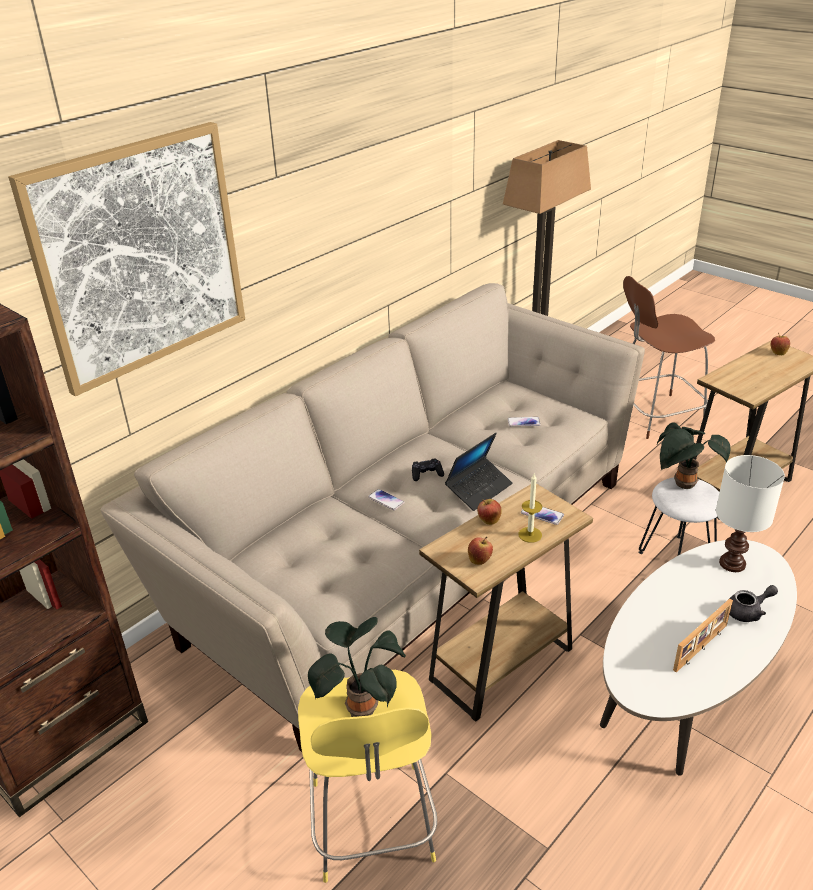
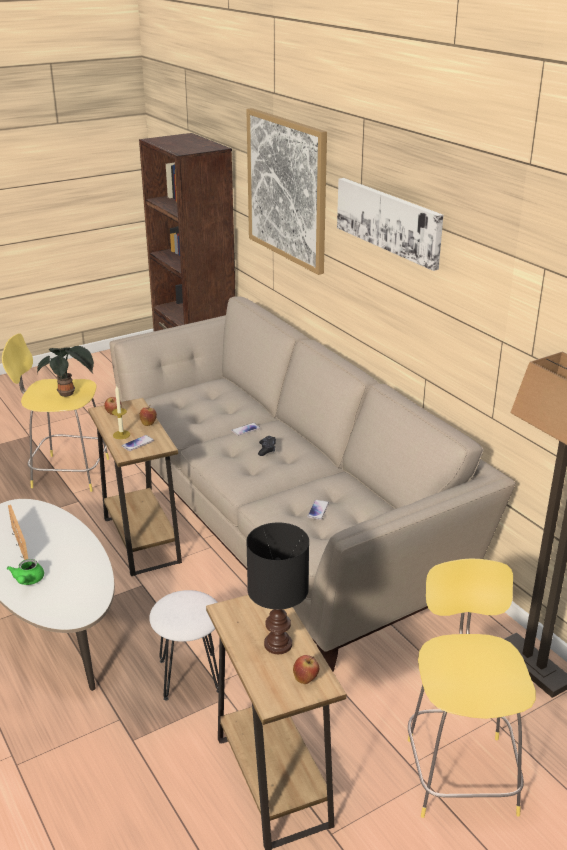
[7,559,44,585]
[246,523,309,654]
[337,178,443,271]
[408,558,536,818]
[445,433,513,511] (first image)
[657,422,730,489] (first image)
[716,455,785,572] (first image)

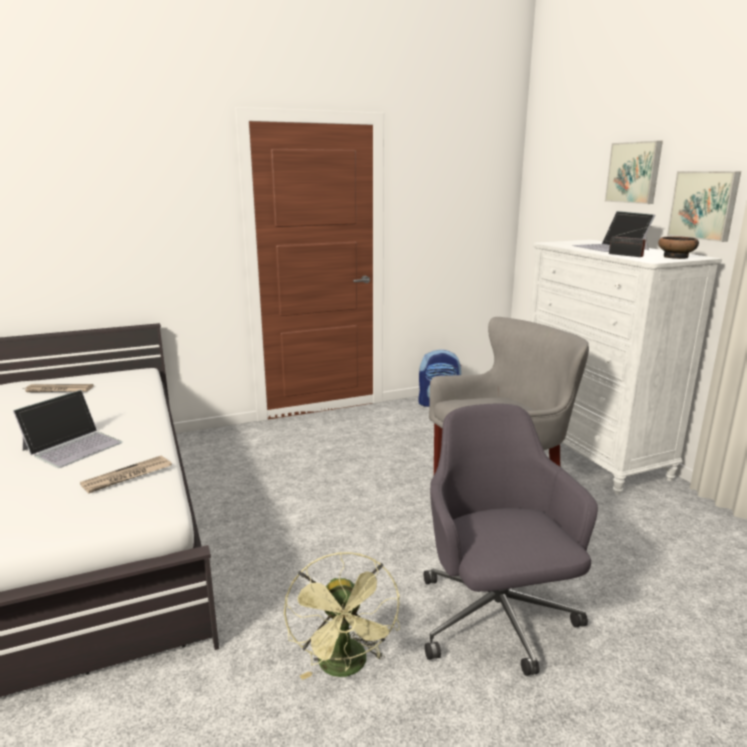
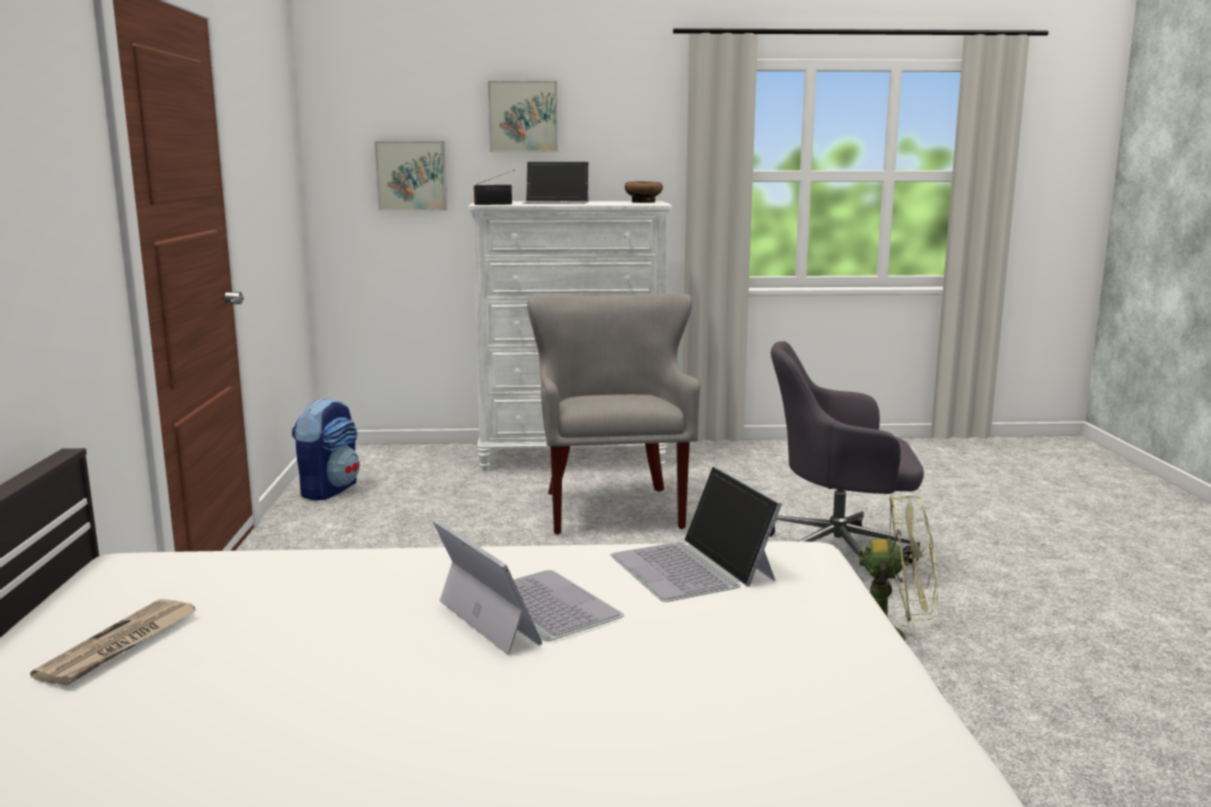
[375,141,447,211]
[474,170,515,205]
[610,466,782,602]

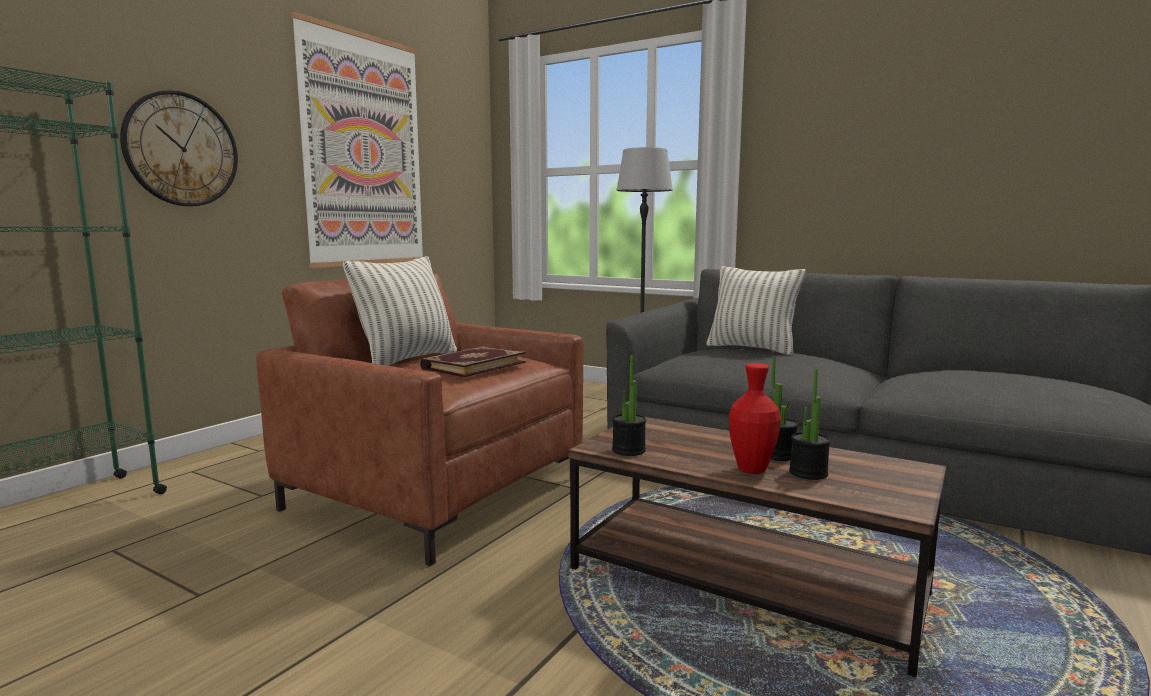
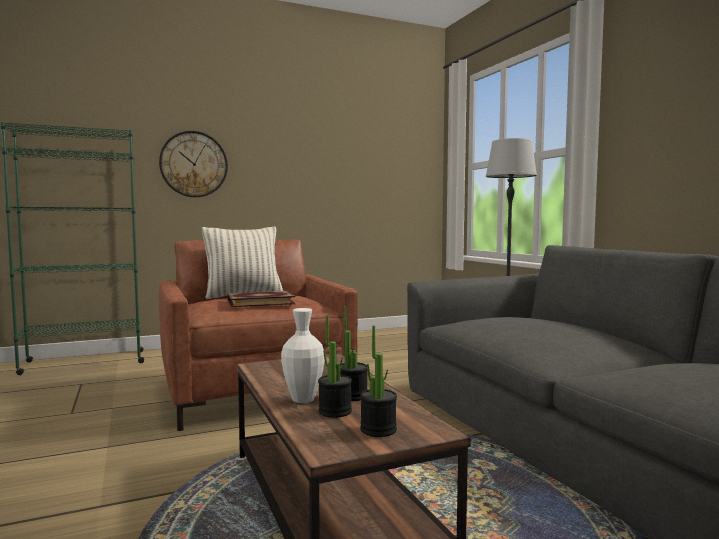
[281,308,324,403]
[360,326,397,437]
[291,12,423,268] (first image)
[706,266,805,355] (first image)

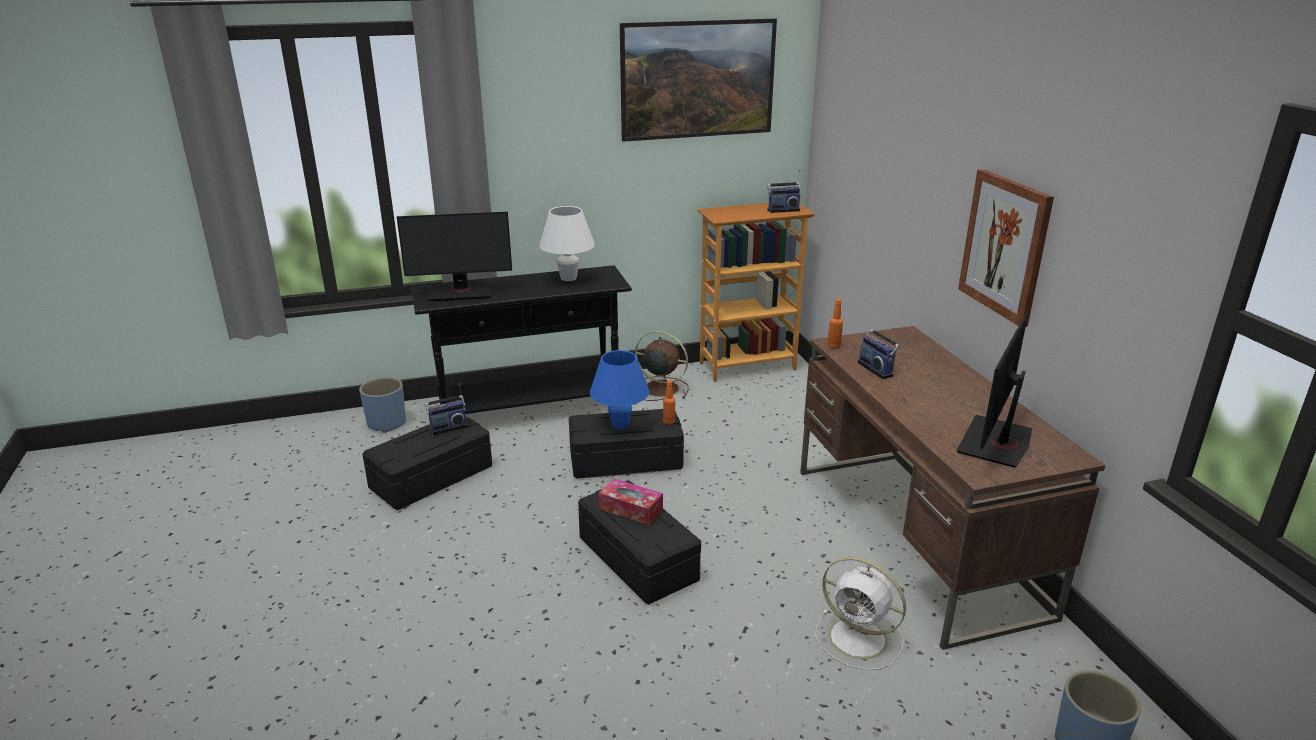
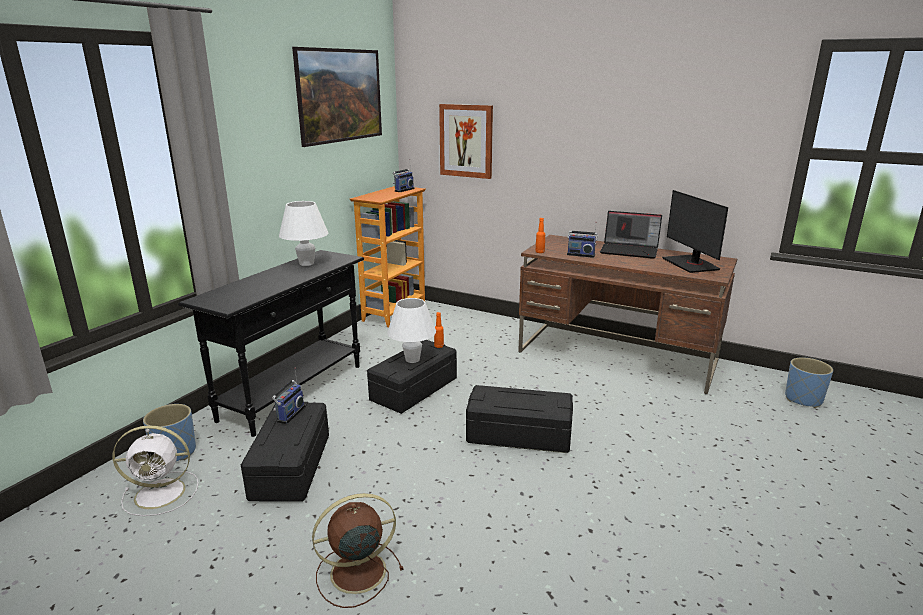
[112,425,198,516]
[312,493,404,608]
[387,298,436,363]
[439,104,493,179]
[600,211,662,259]
[397,212,512,301] (first image)
[599,478,663,525] (first image)

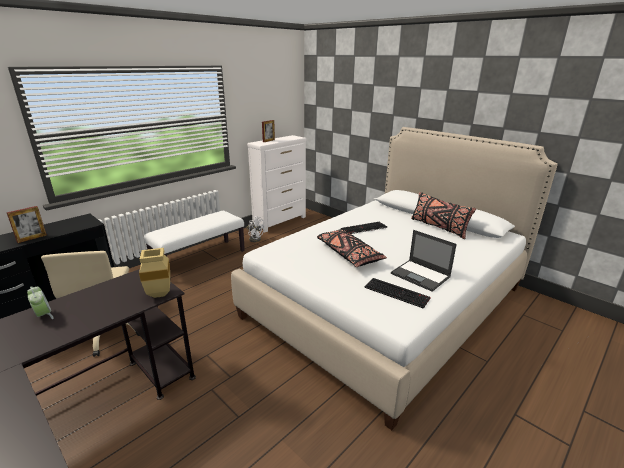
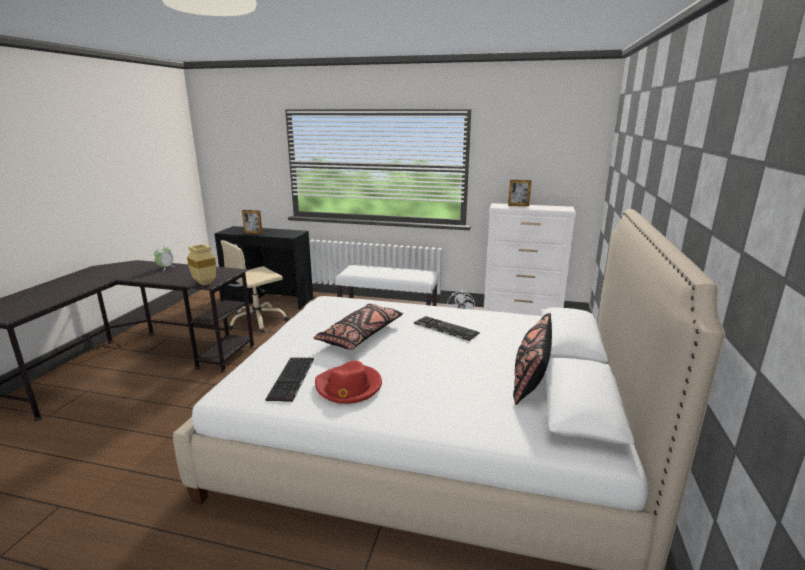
[315,360,382,404]

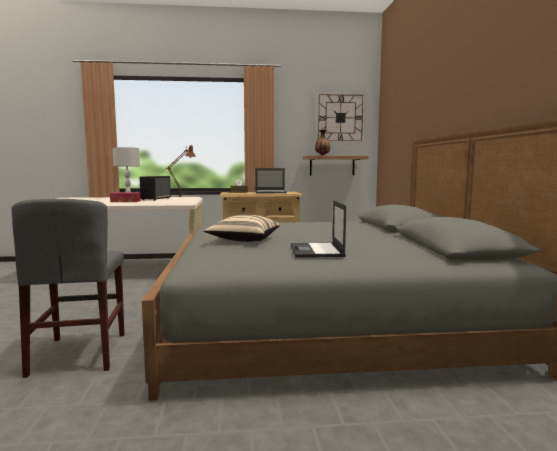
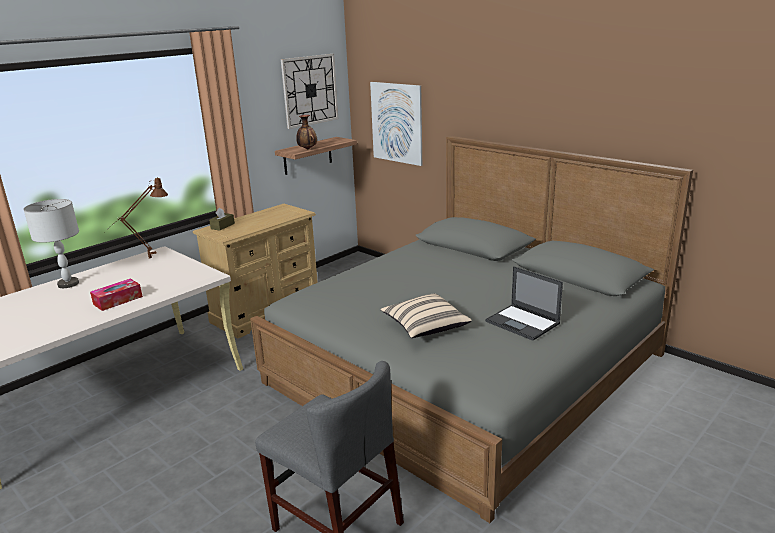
[370,82,422,166]
[140,176,171,201] (first image)
[255,168,287,193] (first image)

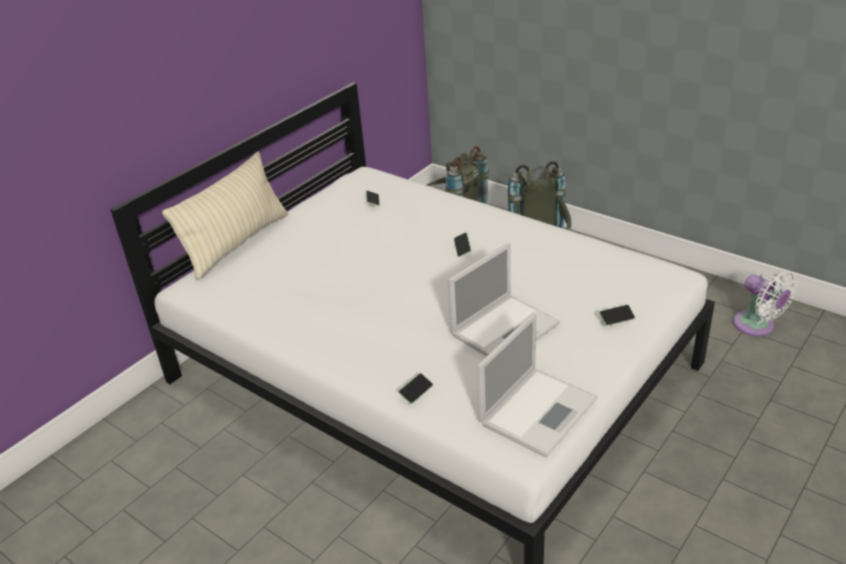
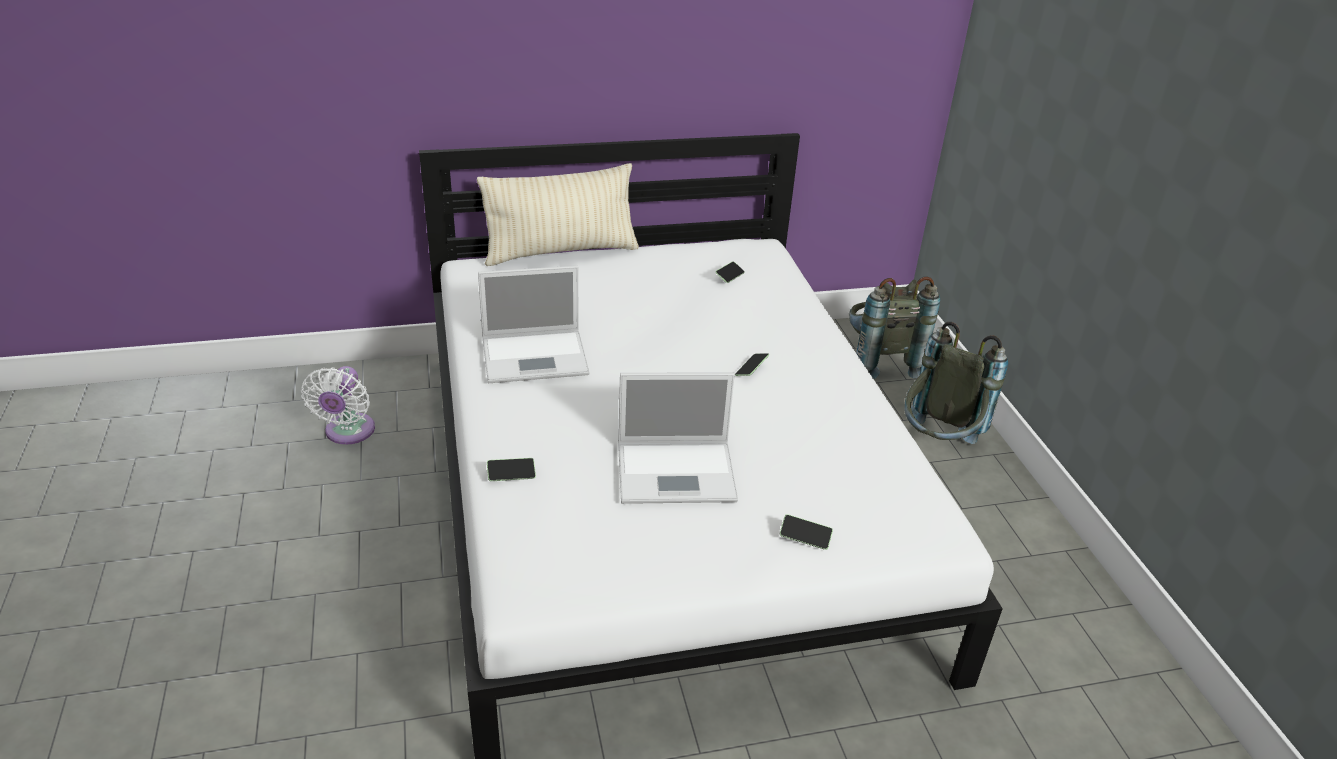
[301,366,375,445]
[478,266,589,383]

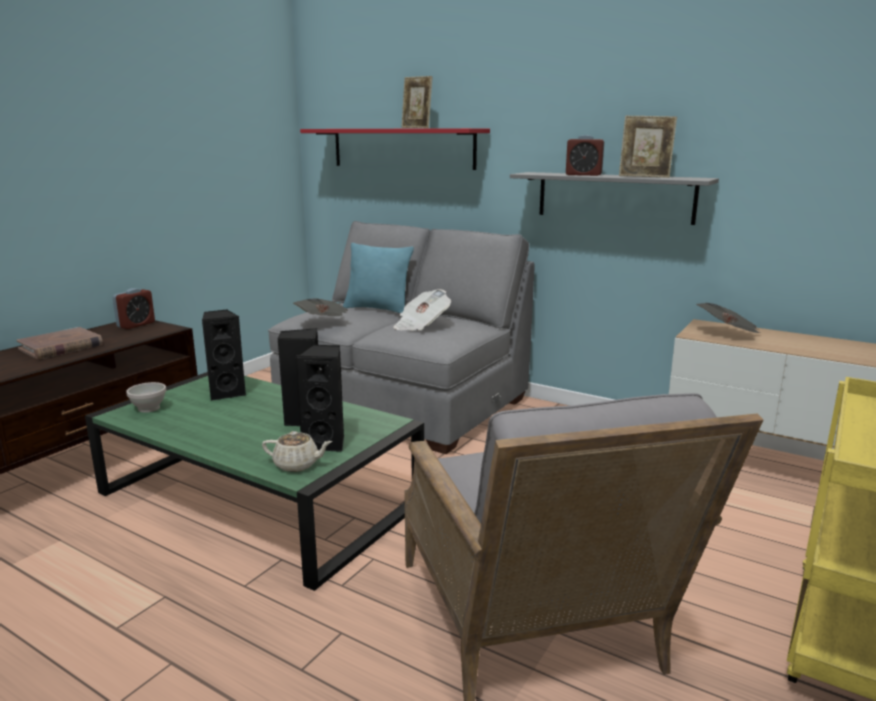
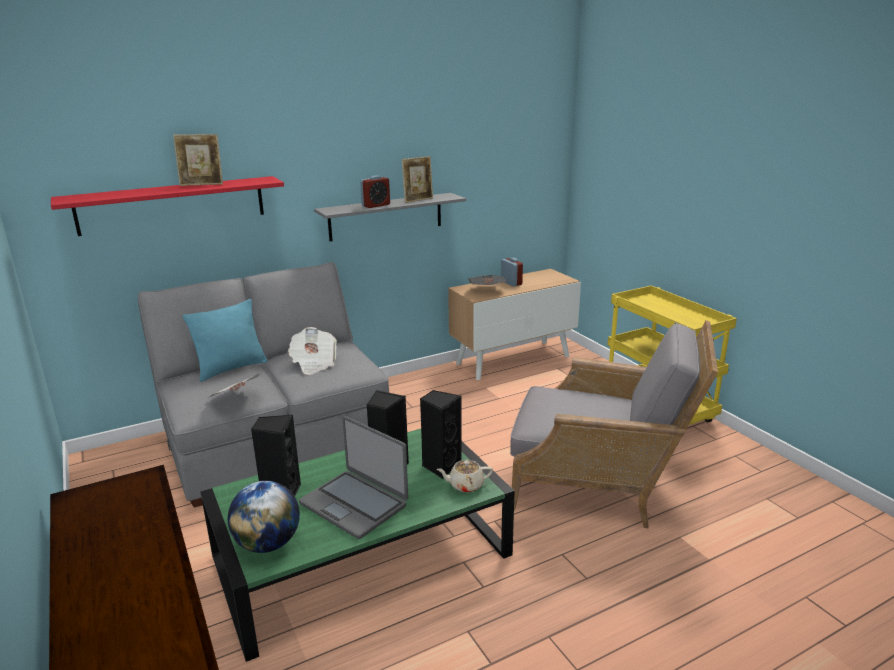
[228,481,300,553]
[299,416,408,539]
[436,460,493,492]
[501,257,523,287]
[17,327,103,359] (first image)

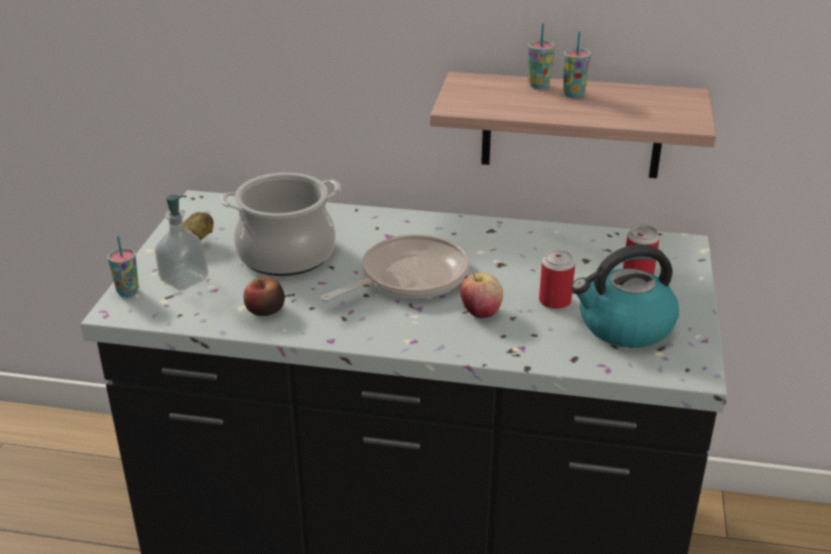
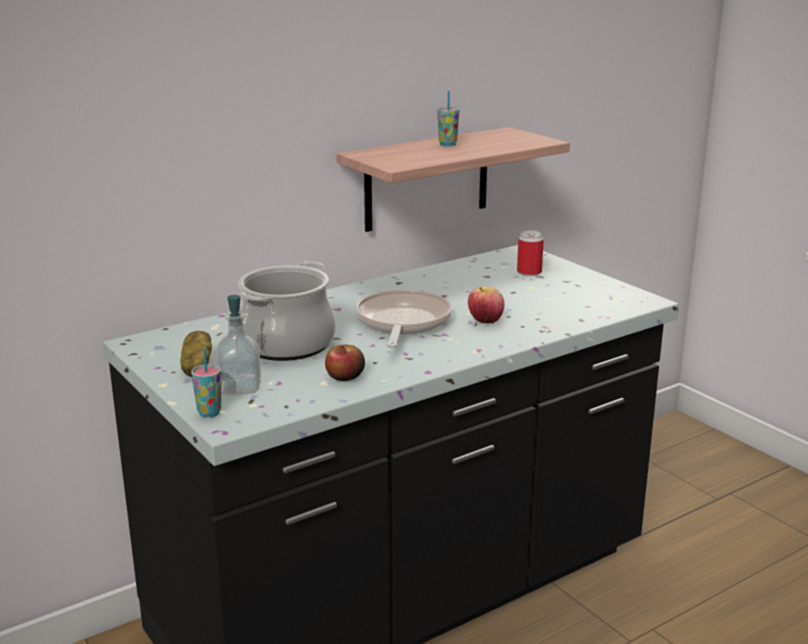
[528,23,555,89] (first image)
[539,250,575,309] (first image)
[571,244,679,348] (first image)

